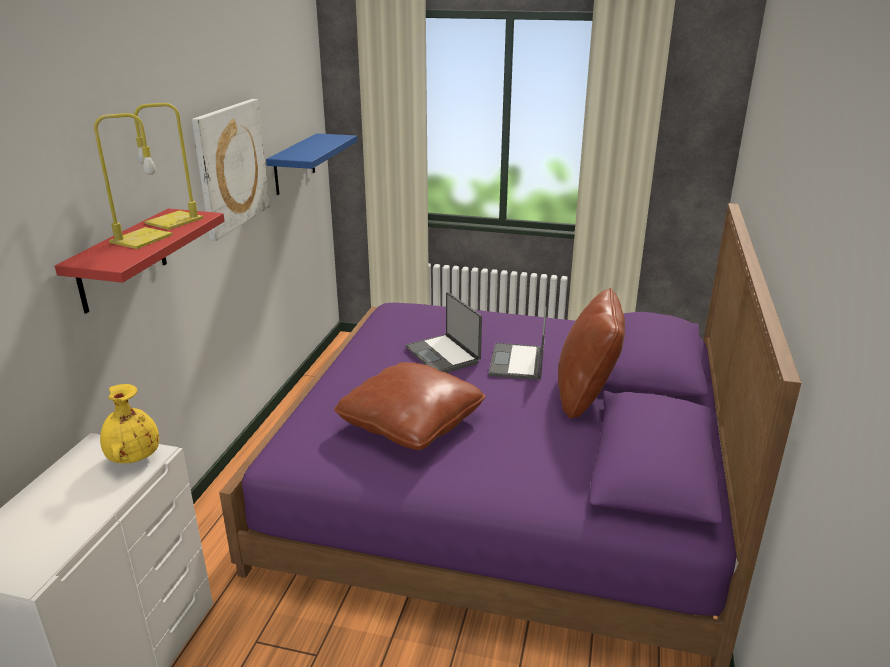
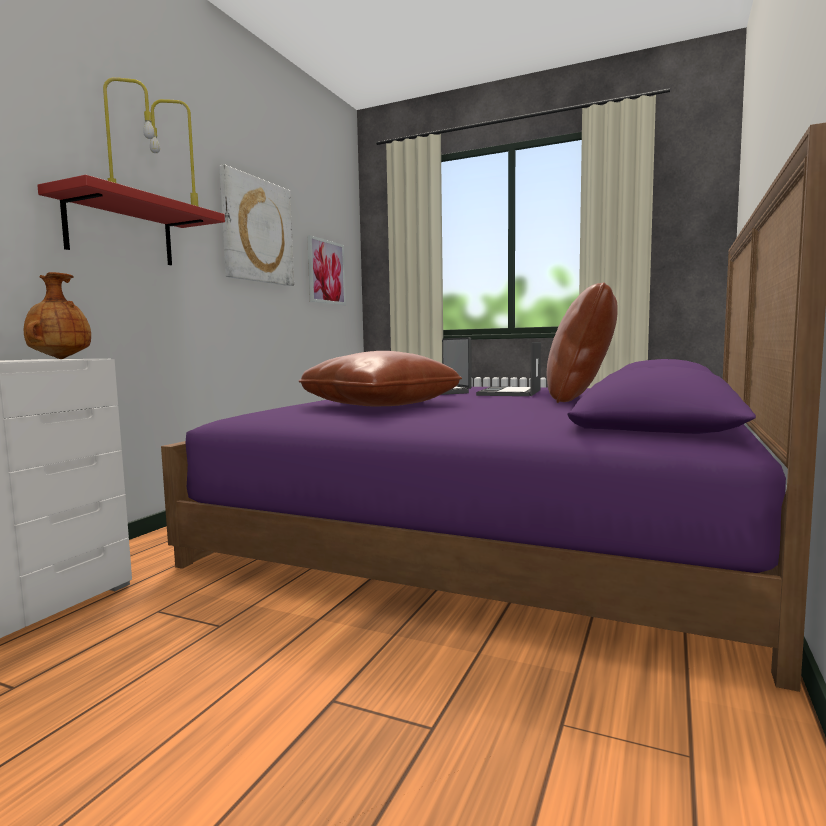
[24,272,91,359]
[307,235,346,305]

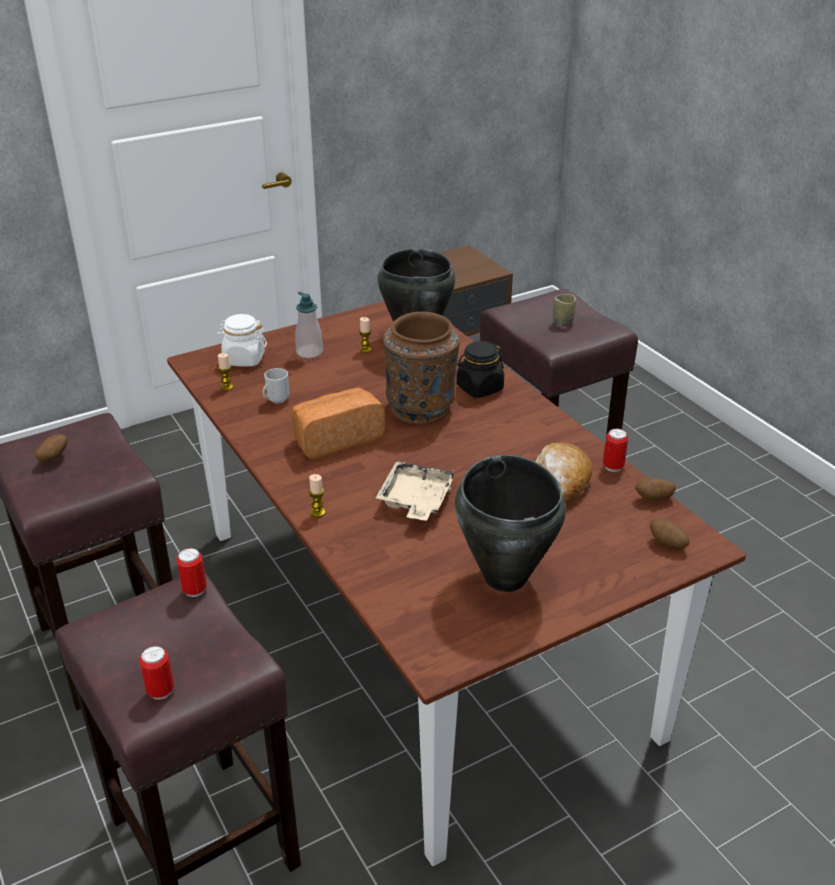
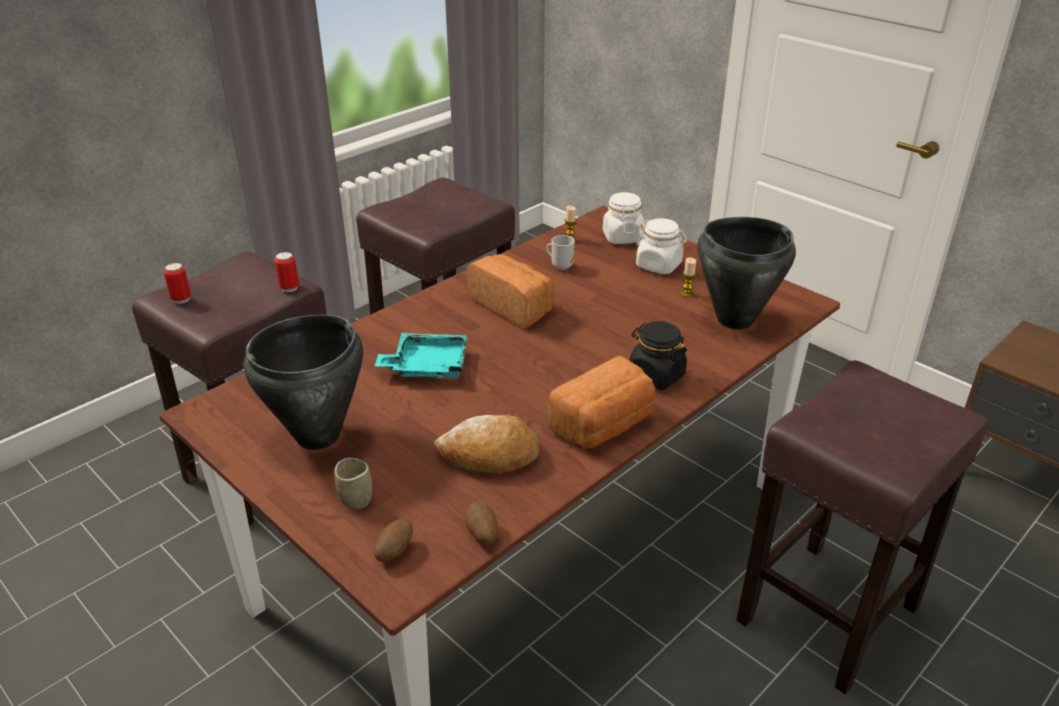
[334,458,372,509]
[375,333,467,378]
[547,356,655,449]
[636,218,687,274]
[35,434,67,462] (first image)
[309,474,325,517] (first image)
[383,312,460,425] (first image)
[603,428,628,472] (first image)

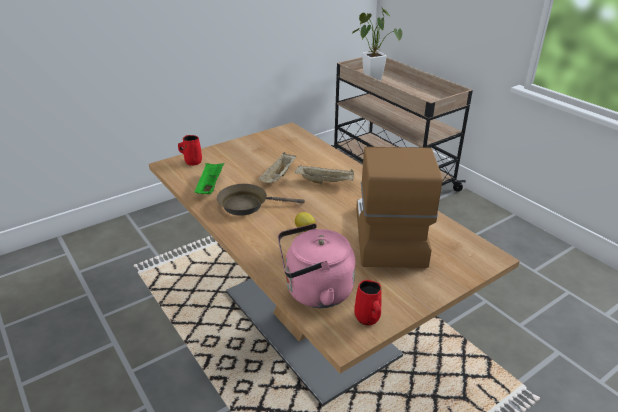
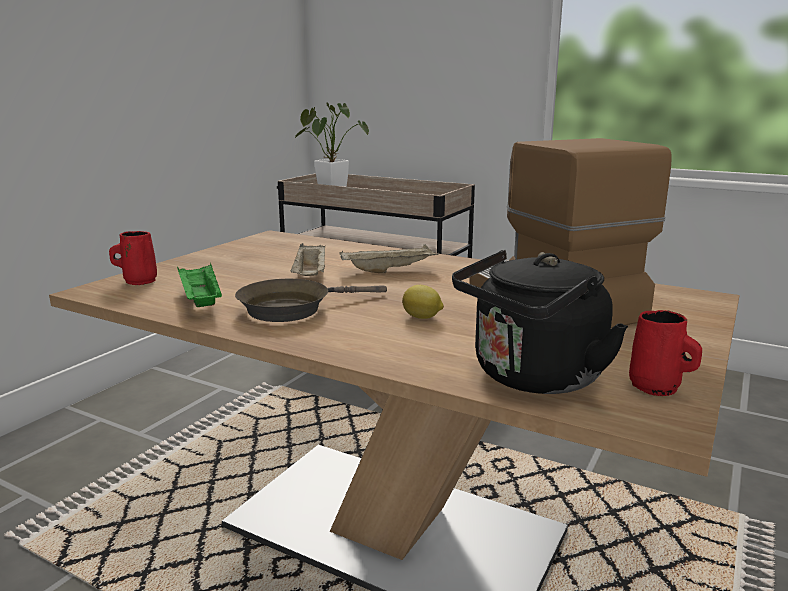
[452,250,628,394]

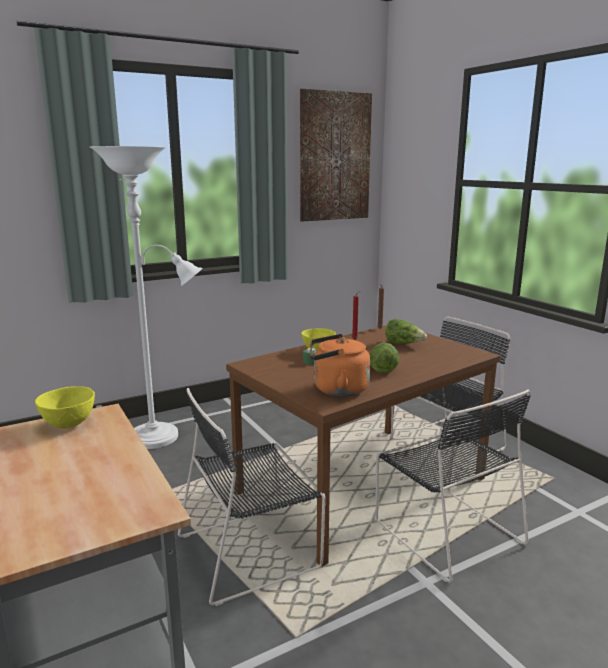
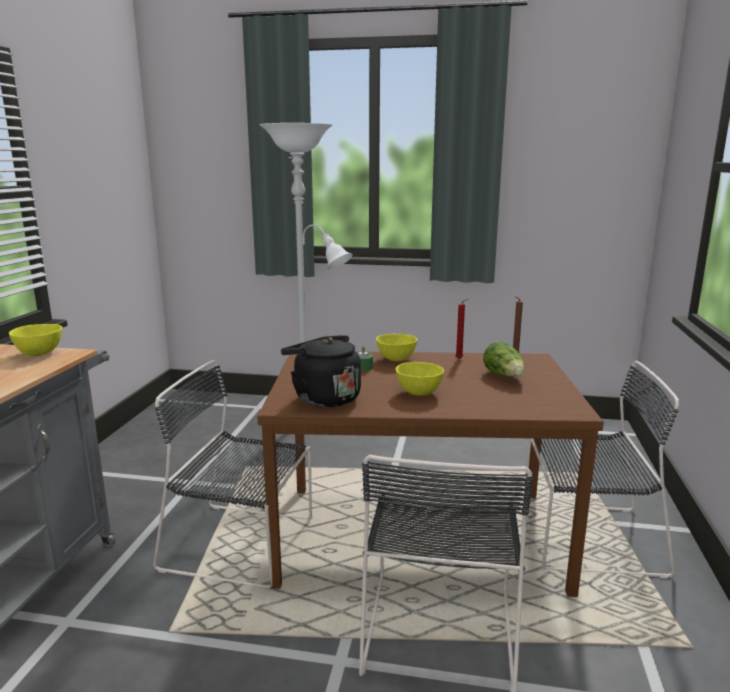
[281,335,361,407]
[396,362,444,396]
[300,89,372,222] (first image)

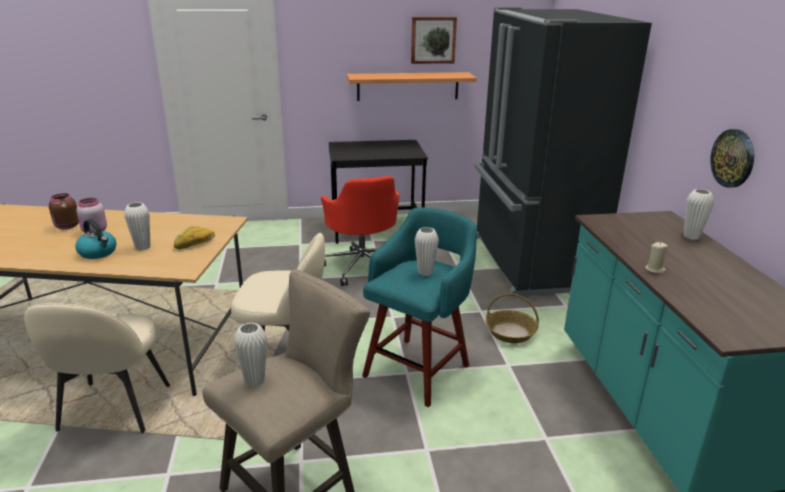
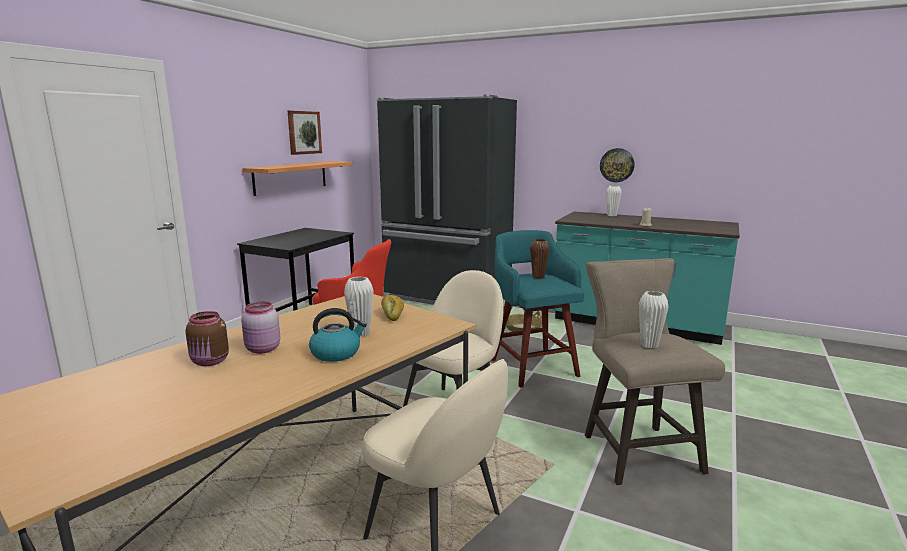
[530,239,550,279]

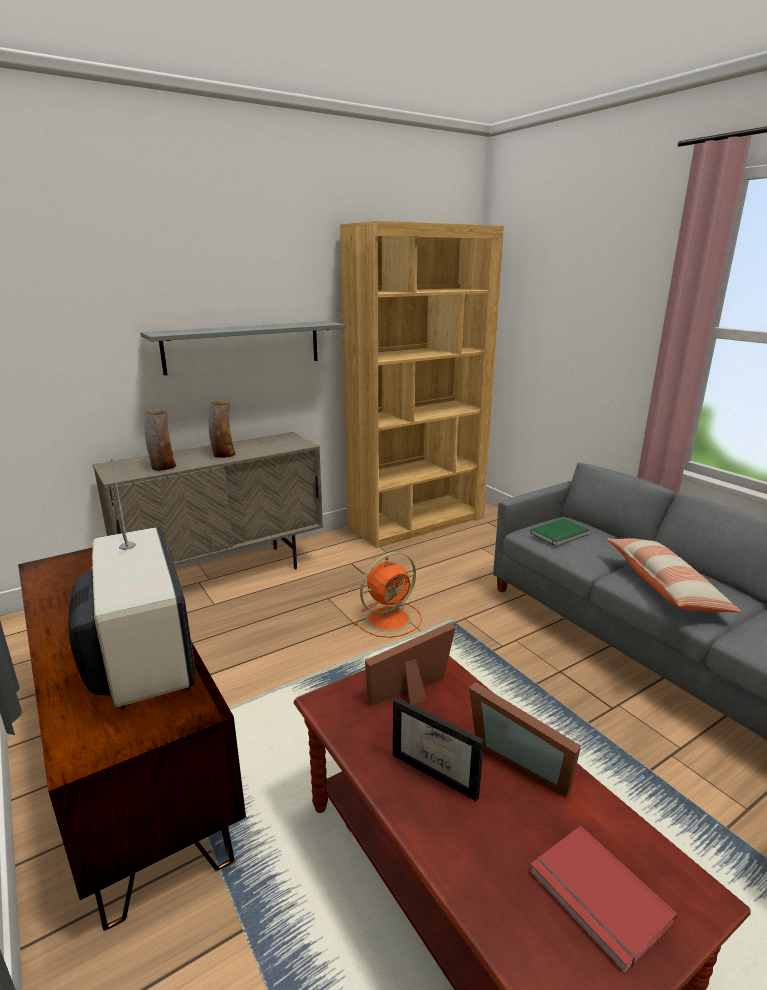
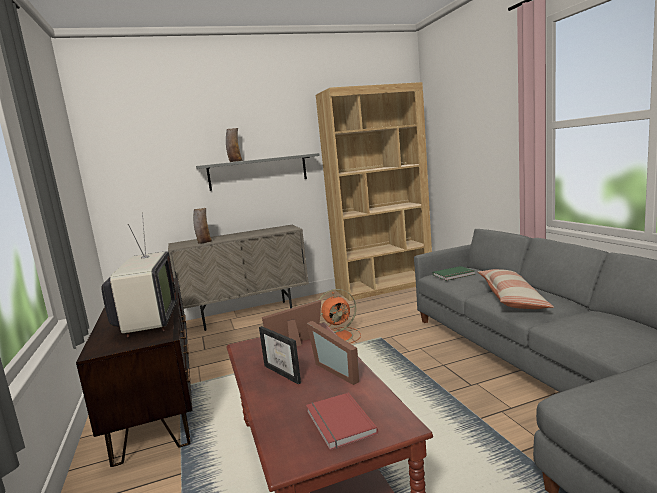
[226,128,243,162]

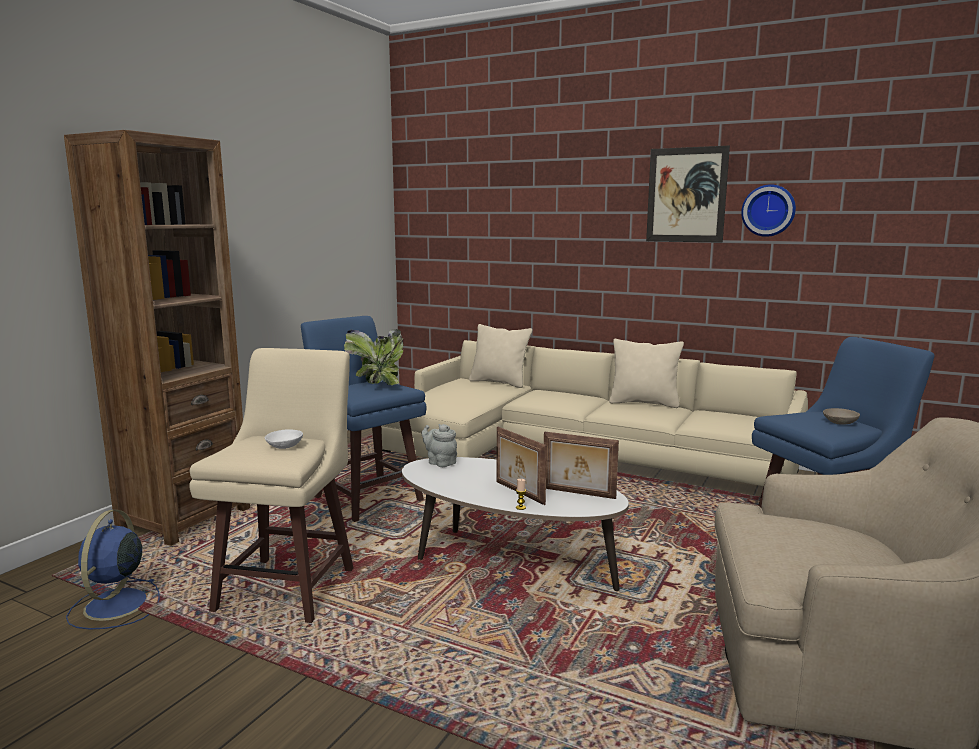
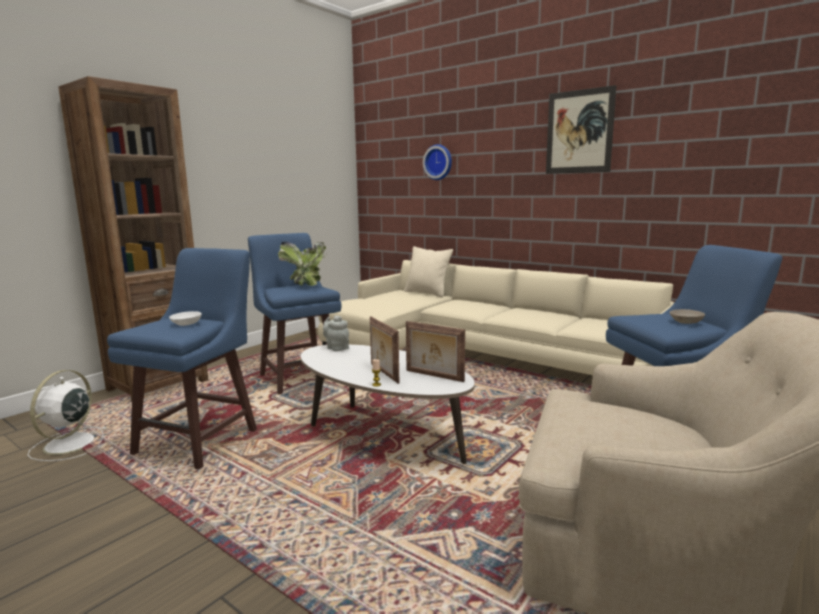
[27,370,107,461]
[107,248,257,470]
[423,144,452,180]
[609,339,684,408] (first image)

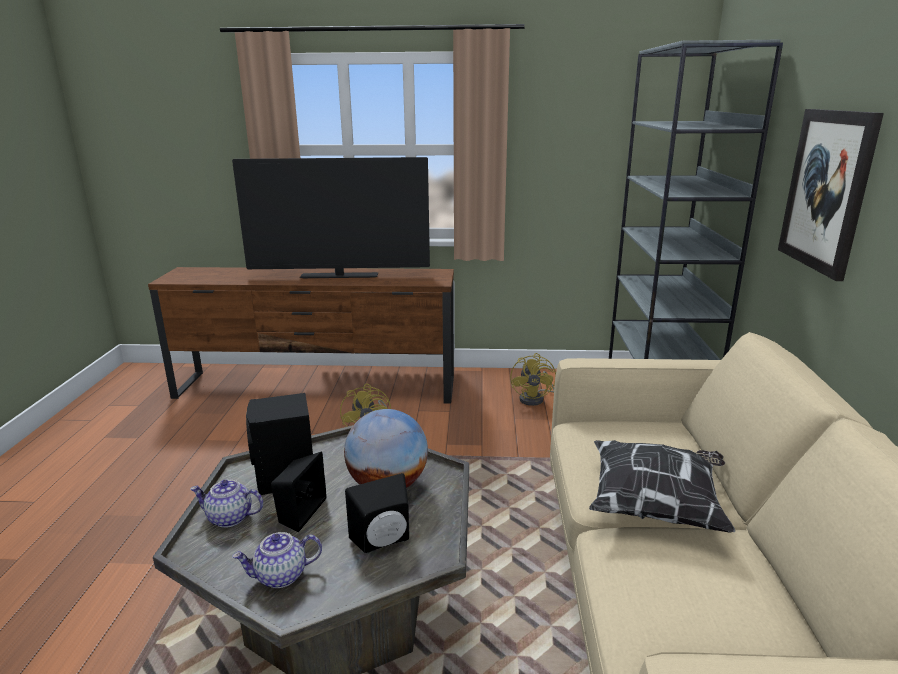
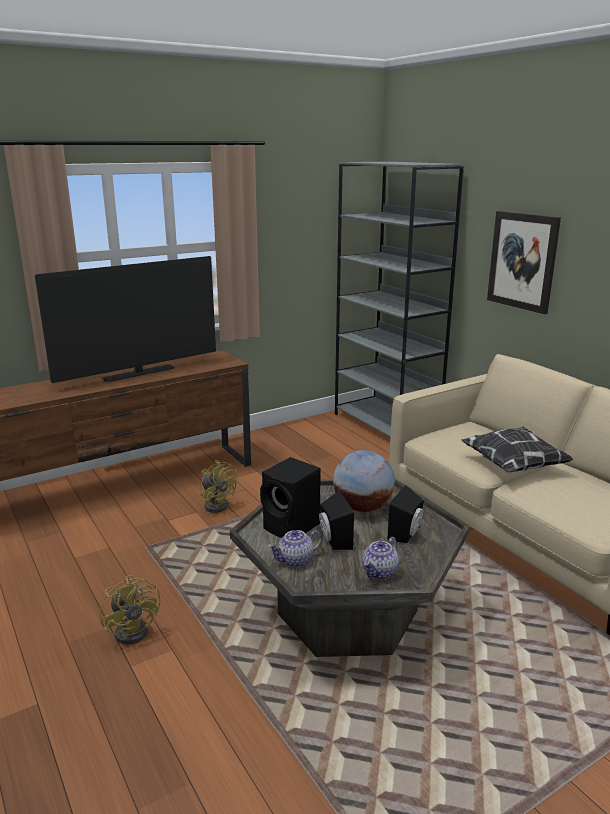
[100,575,160,645]

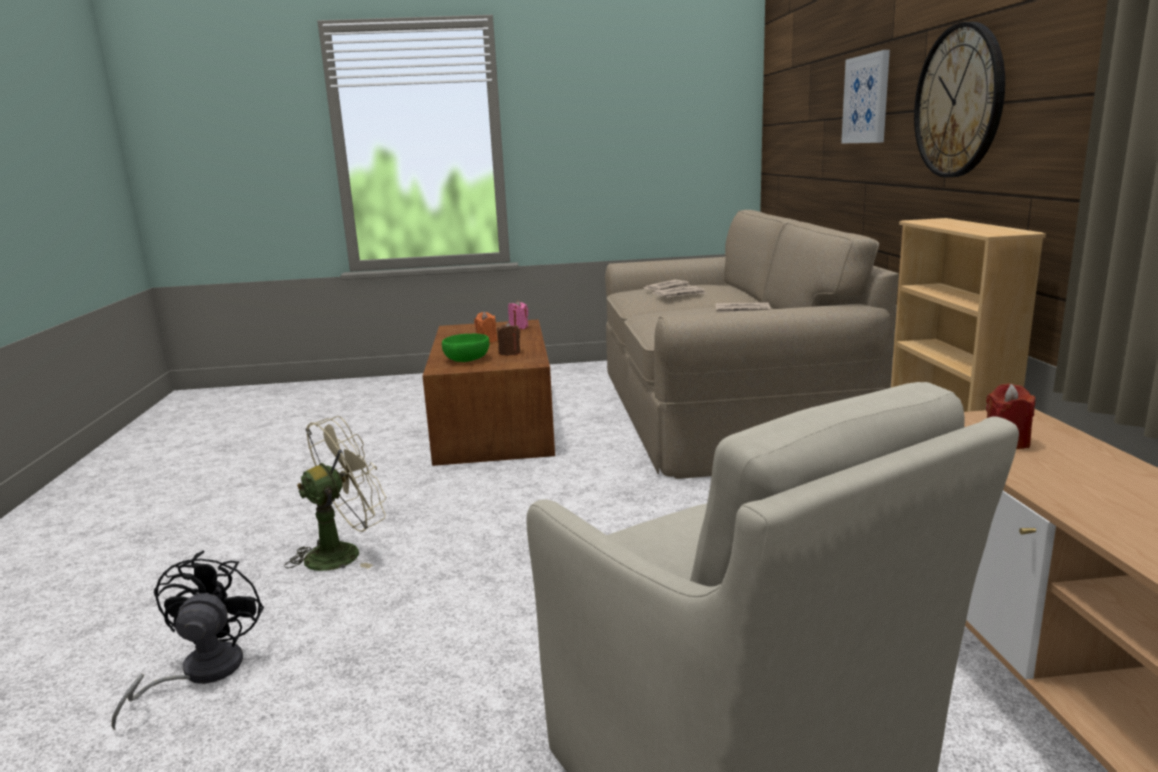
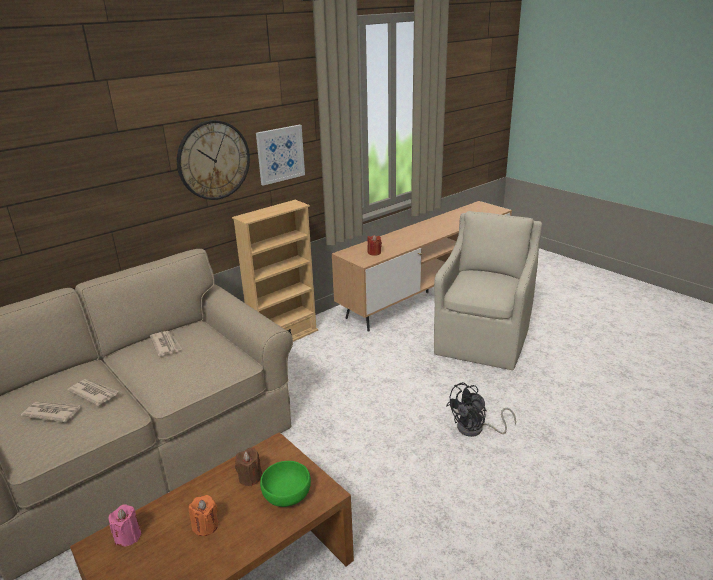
[256,125,305,186]
[446,382,516,437]
[284,416,387,571] (first image)

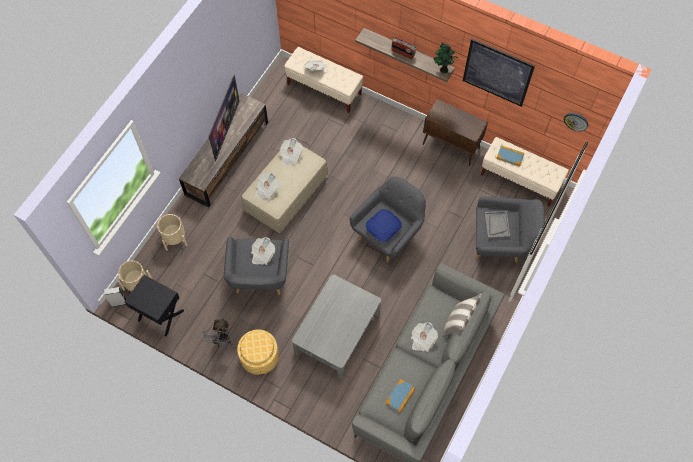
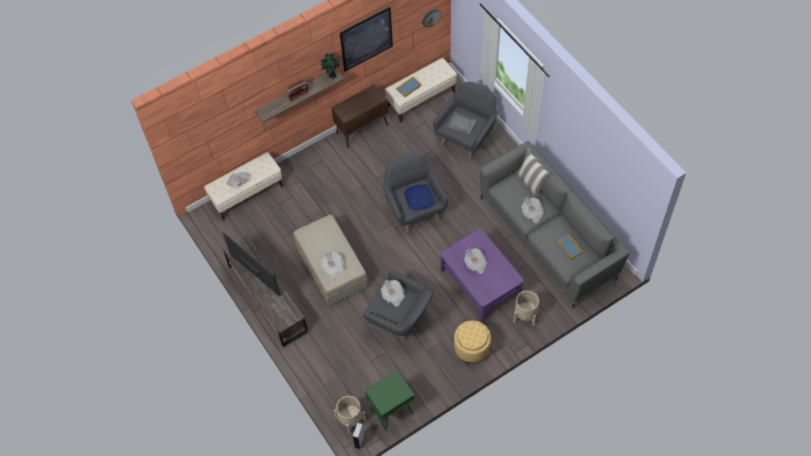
[365,370,415,432]
[440,229,524,321]
[464,248,487,274]
[513,291,539,326]
[202,318,234,348] (first image)

